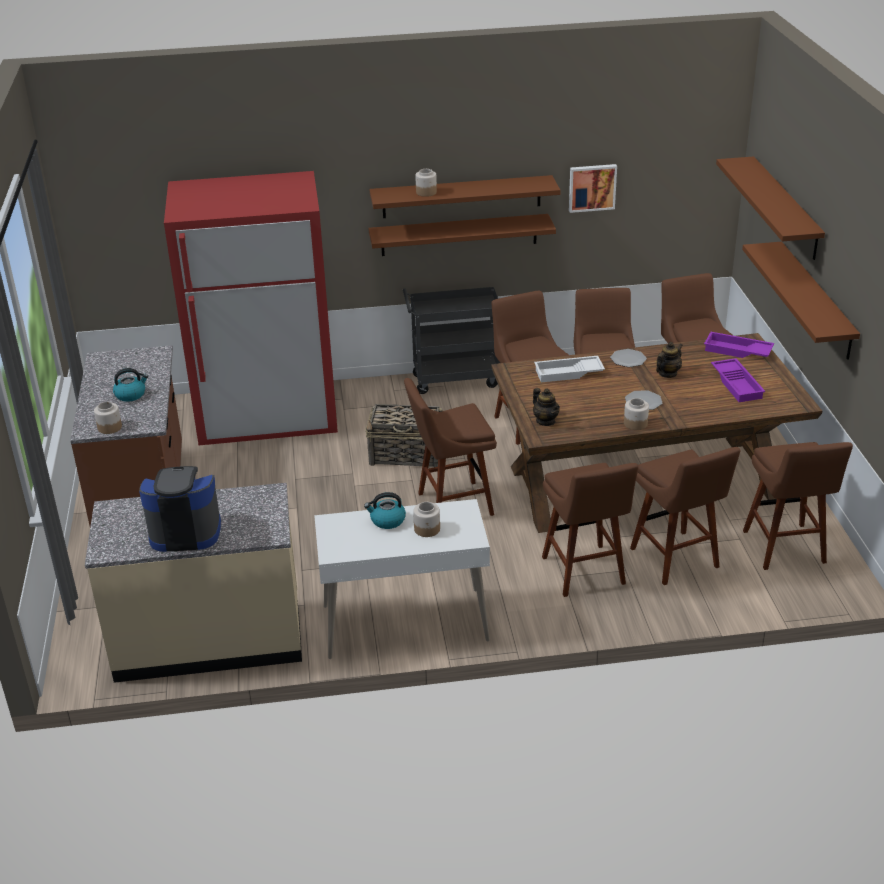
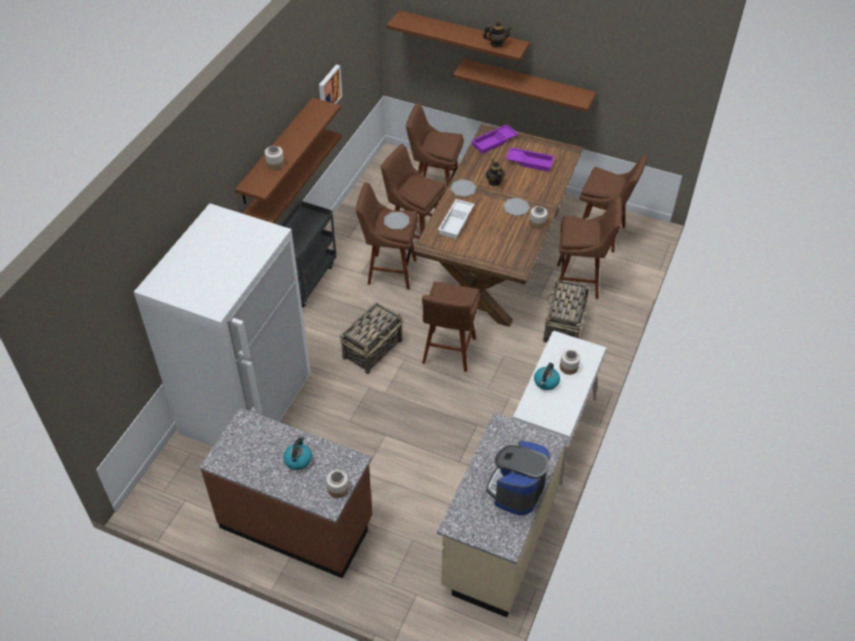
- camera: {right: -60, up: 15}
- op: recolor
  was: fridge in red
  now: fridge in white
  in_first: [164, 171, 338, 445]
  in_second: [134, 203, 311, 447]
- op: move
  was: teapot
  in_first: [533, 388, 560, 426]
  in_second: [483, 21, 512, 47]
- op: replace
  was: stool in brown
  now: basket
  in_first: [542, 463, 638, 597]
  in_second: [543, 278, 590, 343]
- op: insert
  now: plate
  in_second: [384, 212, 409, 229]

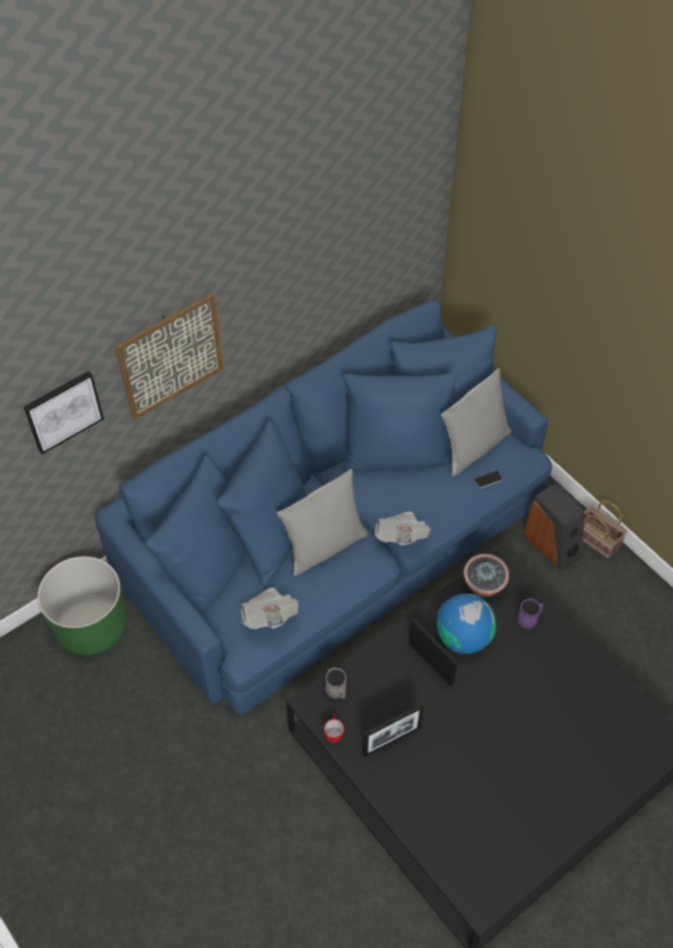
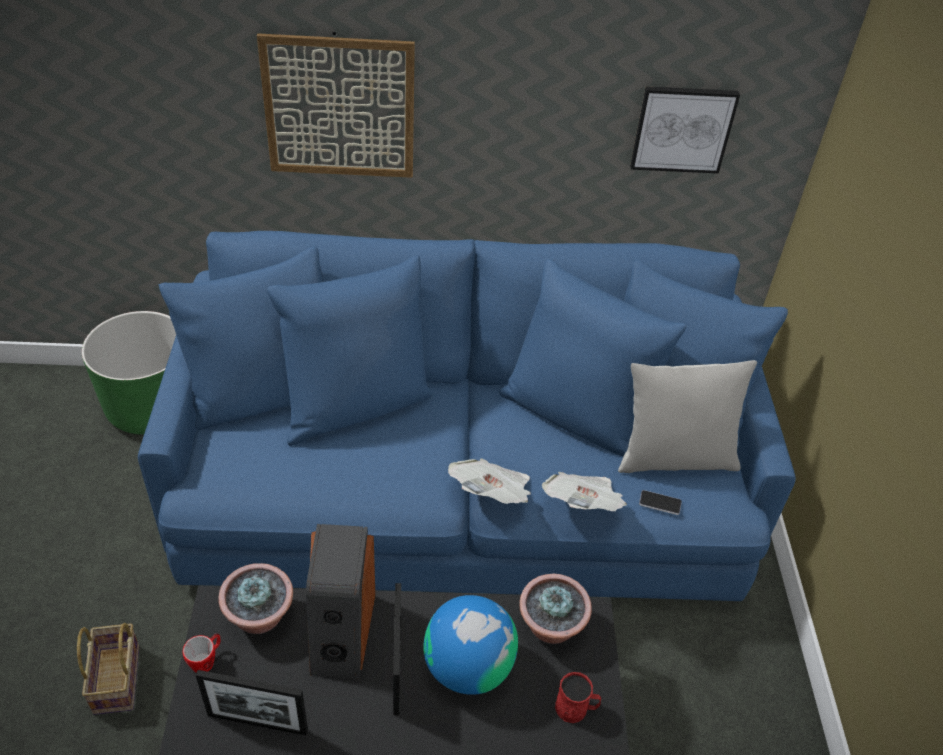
- camera: {right: 35, up: -10}
- op: move
  was: picture
  in_first: [24, 371, 104, 454]
  in_second: [630, 86, 740, 174]
- op: move
  was: newspaper
  in_first: [241, 588, 299, 629]
  in_second: [542, 472, 627, 511]
- op: delete
  was: pillow in grey
  in_first: [277, 469, 368, 576]
- op: replace
  was: mug in grey
  now: potted plant
  in_first: [326, 668, 346, 699]
  in_second: [218, 563, 293, 634]
- op: recolor
  was: mug in purple
  now: mug in red
  in_first: [518, 598, 544, 629]
  in_second: [555, 672, 601, 723]
- op: move
  was: speaker
  in_first: [523, 483, 585, 571]
  in_second: [306, 524, 375, 678]
- op: move
  was: basket
  in_first: [583, 501, 627, 559]
  in_second: [77, 623, 139, 715]

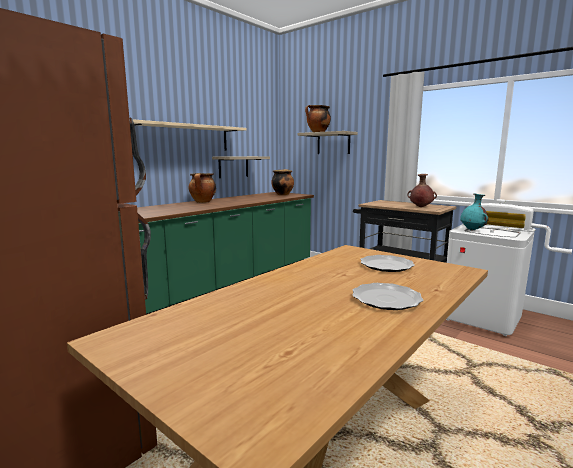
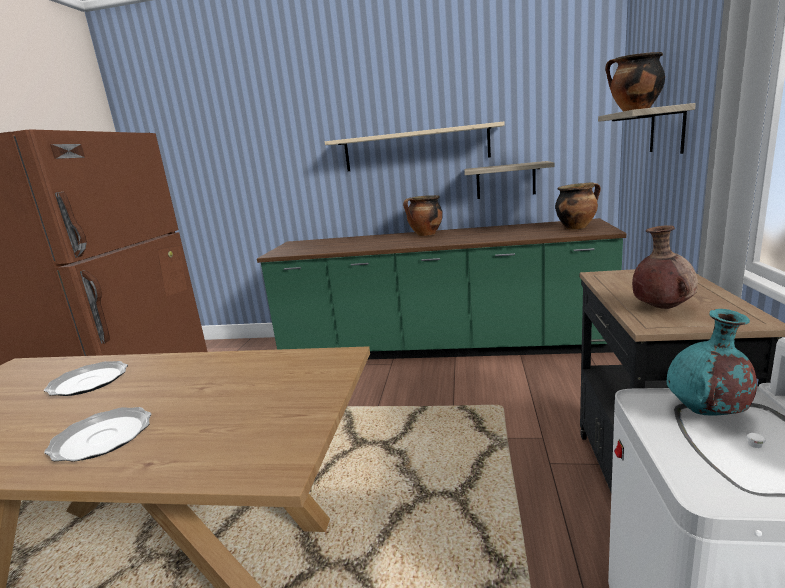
- camera: {right: 60, up: 5}
- op: move
  was: plate
  in_first: [360, 255, 415, 272]
  in_second: [44, 361, 128, 396]

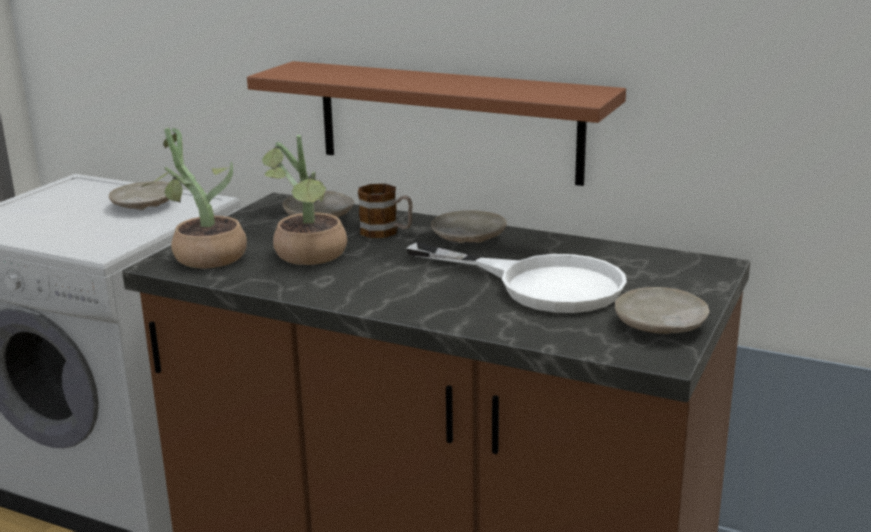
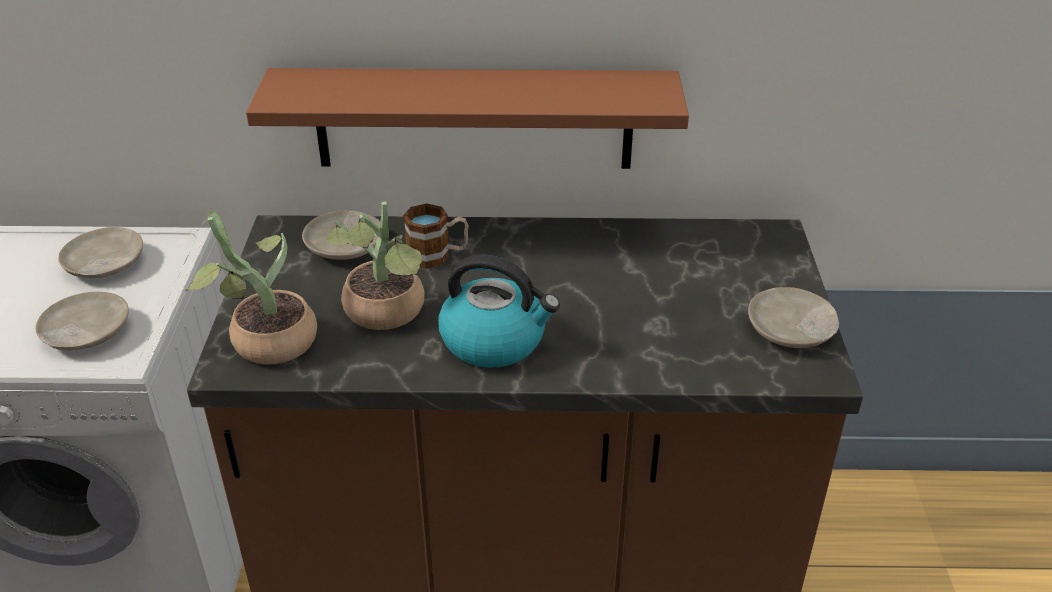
- camera: {right: -25, up: 15}
- op: delete
  was: frying pan in white
  in_first: [406, 243, 627, 313]
- op: move
  was: plate in beige
  in_first: [431, 210, 507, 243]
  in_second: [36, 292, 129, 350]
- op: insert
  now: kettle
  in_second: [438, 255, 560, 368]

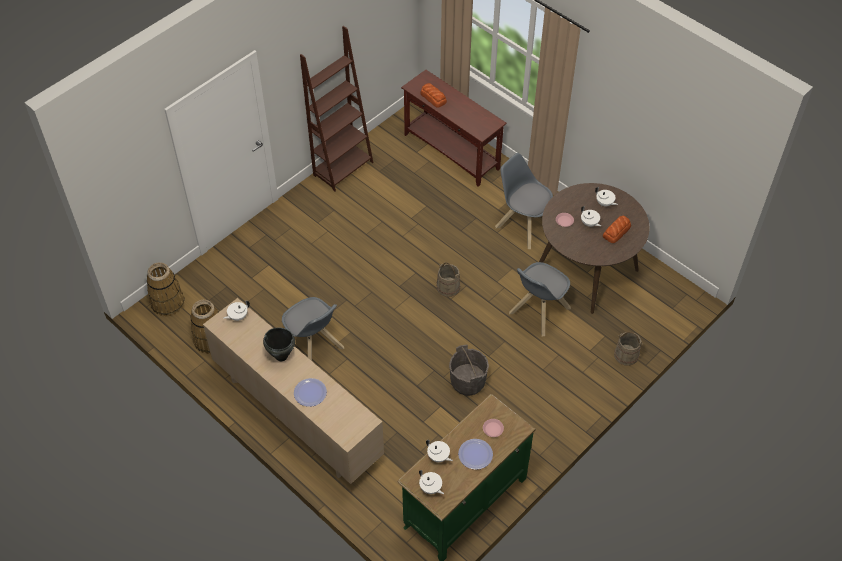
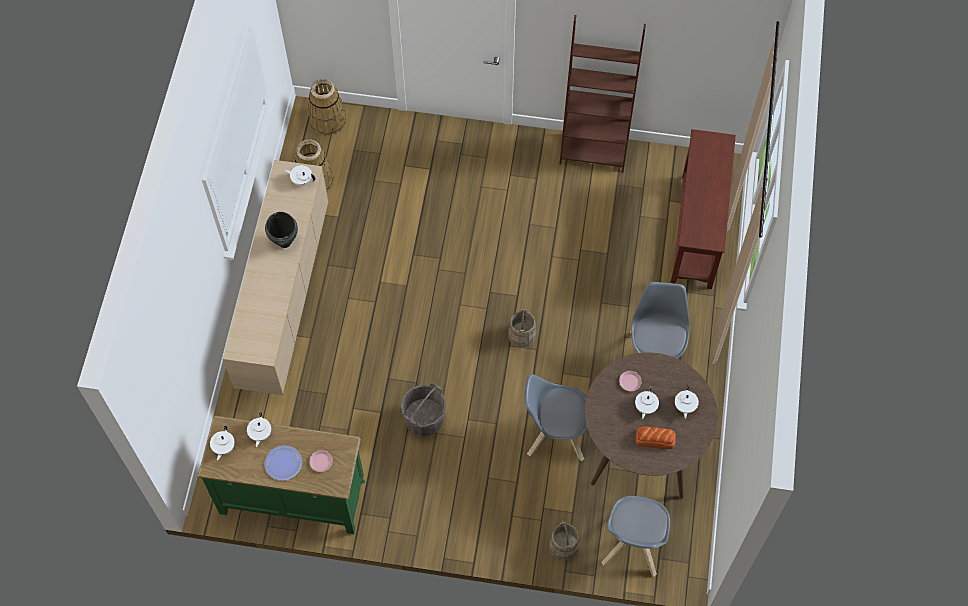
- camera: {right: 55, up: 10}
- op: move
  was: chair in grey
  in_first: [282, 297, 344, 361]
  in_second: [601, 496, 670, 577]
- op: delete
  was: plate
  in_first: [294, 378, 327, 407]
- op: delete
  was: bread
  in_first: [420, 83, 447, 108]

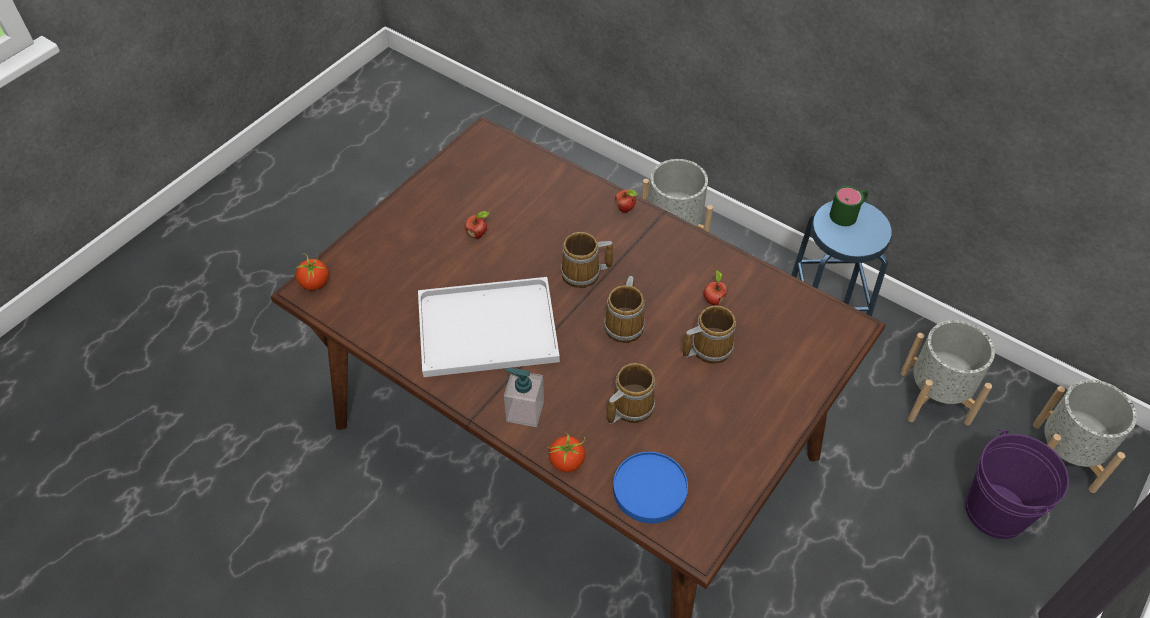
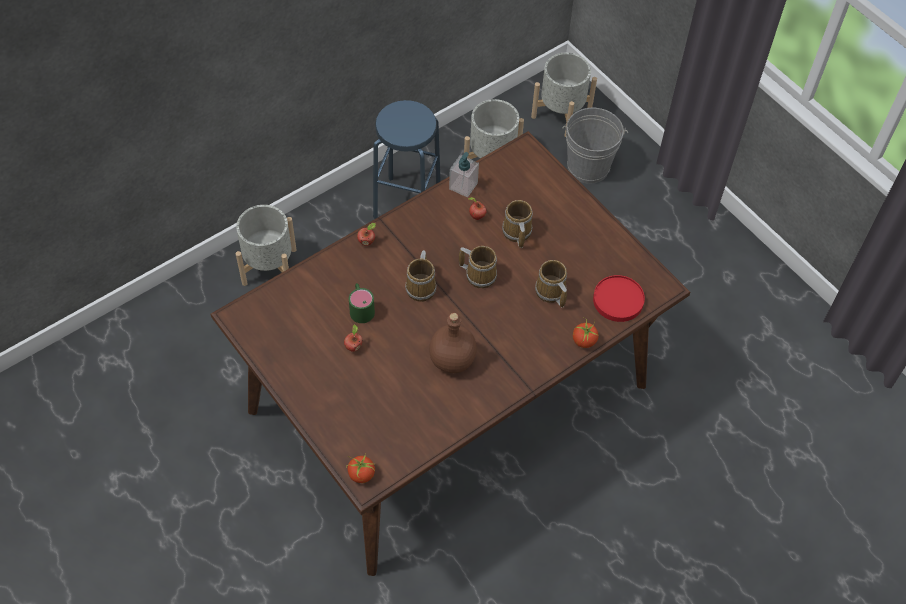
- camera: {right: -75, up: 5}
- op: replace
  was: tray in white
  now: bottle in brown
  in_first: [418, 277, 560, 377]
  in_second: [429, 313, 477, 373]
- op: move
  was: soap dispenser
  in_first: [504, 368, 544, 427]
  in_second: [449, 152, 479, 197]
- op: recolor
  was: plate in blue
  now: plate in red
  in_first: [613, 452, 688, 523]
  in_second: [593, 275, 645, 322]
- op: move
  was: mug in green
  in_first: [830, 186, 868, 226]
  in_second: [349, 283, 375, 323]
- op: recolor
  was: bucket in purple
  now: bucket in grey
  in_first: [966, 429, 1069, 539]
  in_second: [562, 108, 628, 184]

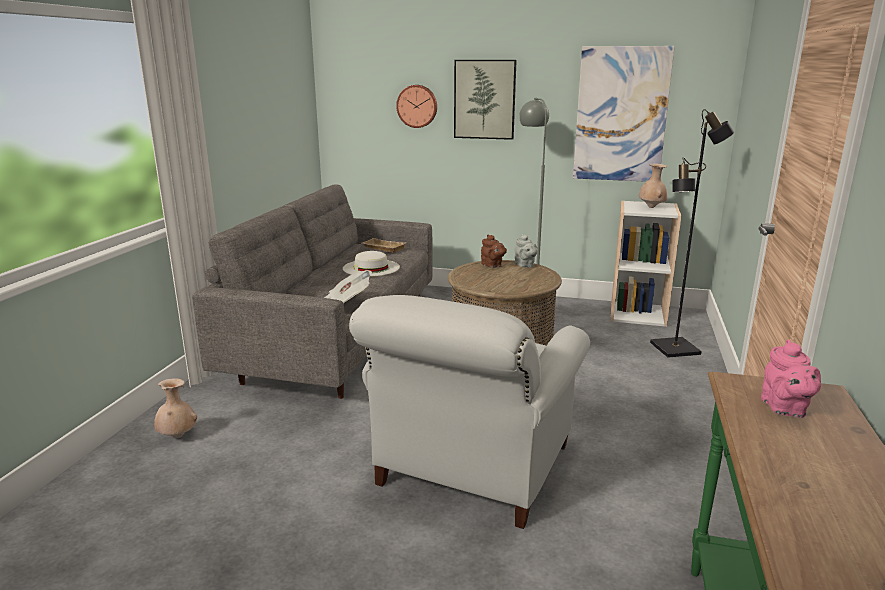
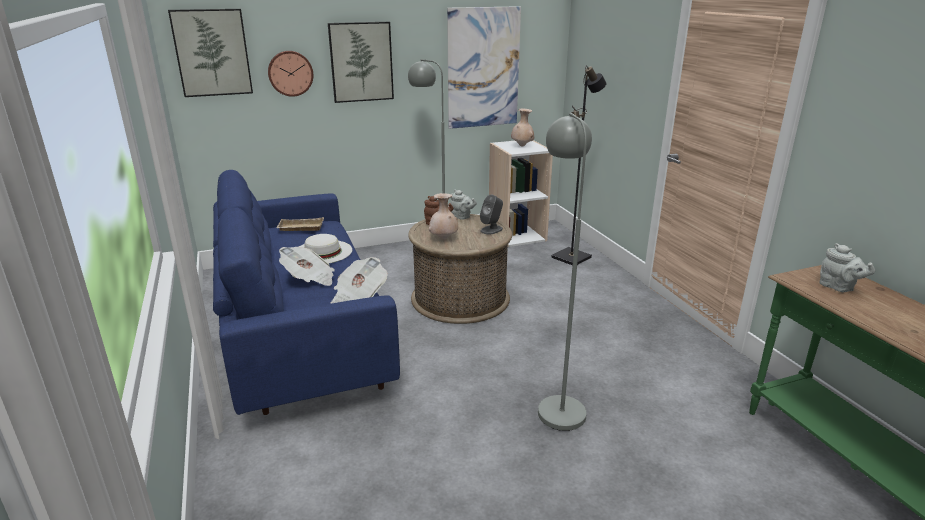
- camera: {right: -35, up: 5}
- op: move
  was: vase in beige
  in_first: [154, 378, 197, 438]
  in_second: [429, 193, 458, 240]
- op: recolor
  was: sofa in grey
  now: sofa in blue
  in_first: [192, 184, 433, 399]
  in_second: [213, 170, 400, 415]
- op: replace
  was: armchair in white
  now: floor lamp in grey
  in_first: [349, 295, 590, 529]
  in_second: [538, 113, 592, 431]
- op: recolor
  was: teapot in pink
  now: teapot in grey
  in_first: [761, 340, 821, 418]
  in_second: [819, 243, 875, 292]
- op: insert
  now: picture
  in_second: [168, 9, 253, 97]
- op: insert
  now: newspaper
  in_second: [279, 247, 334, 286]
- op: insert
  now: speaker in grey
  in_second: [480, 194, 503, 235]

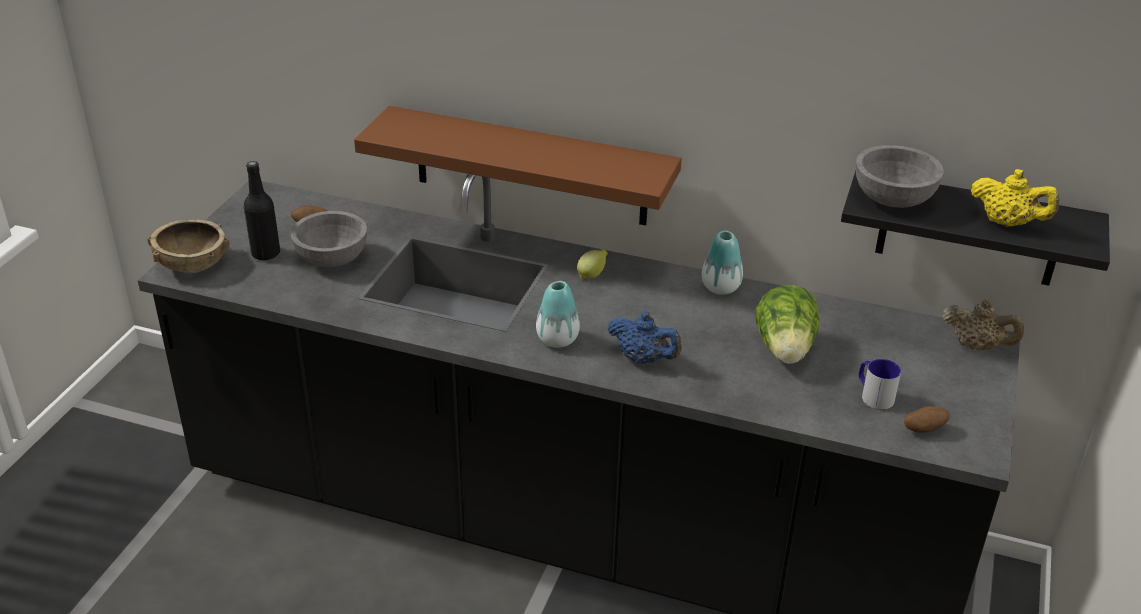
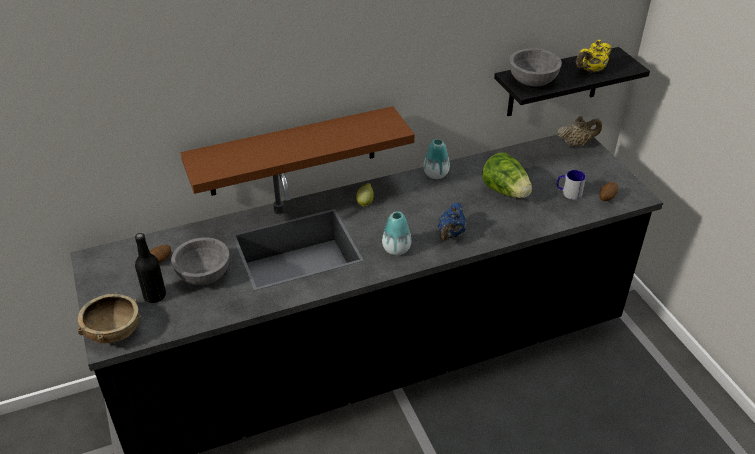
- camera: {right: -40, up: 5}
- op: rotate
  was: teapot in blue
  in_first: [608, 311, 682, 364]
  in_second: [437, 203, 467, 240]
  clockwise: 120
- op: rotate
  was: teapot in yellow
  in_first: [971, 169, 1059, 227]
  in_second: [576, 40, 612, 73]
  clockwise: 150

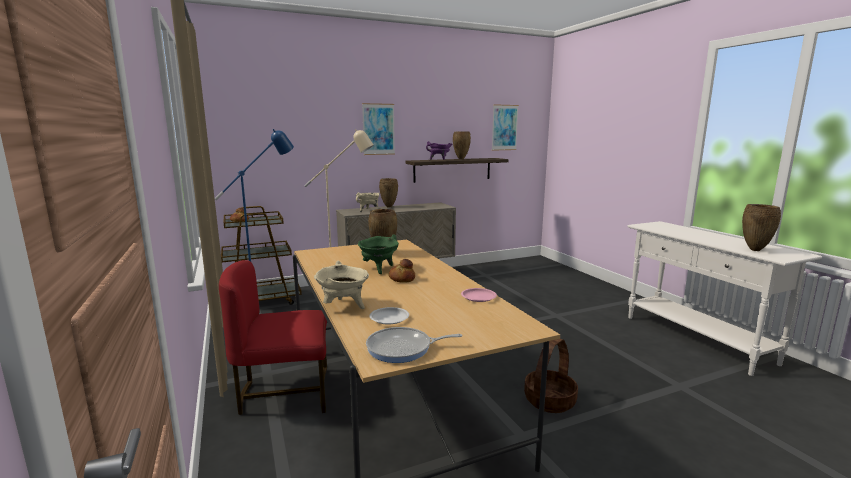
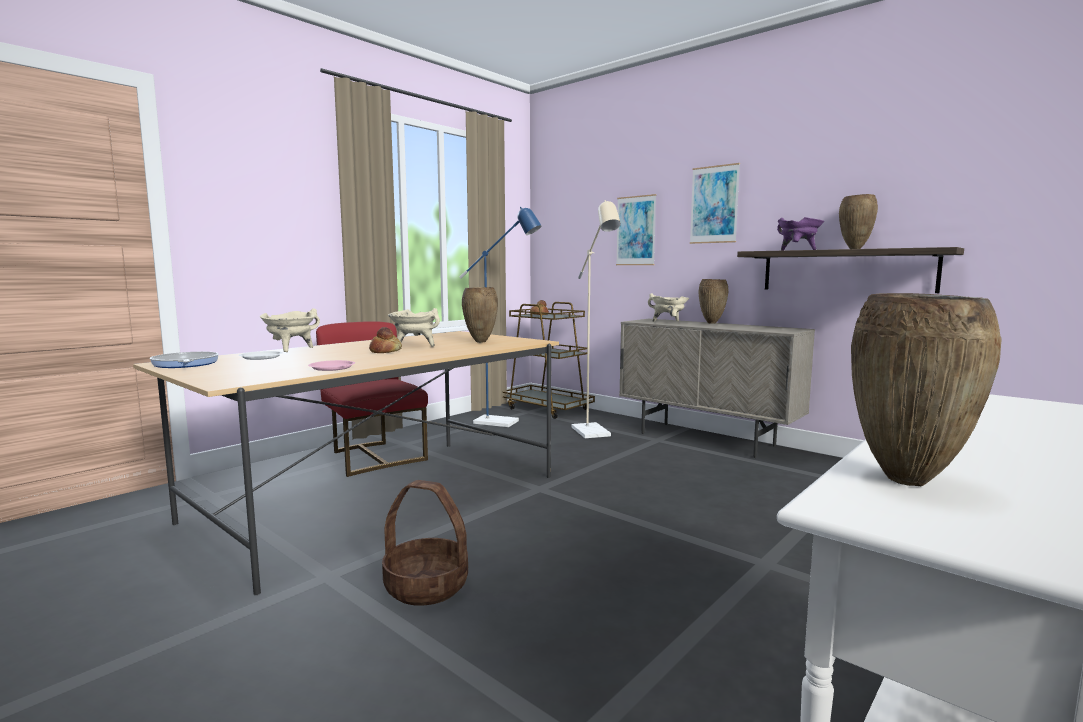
- camera: {right: 65, up: -5}
- op: recolor
  was: cooking pot in green
  now: cooking pot in beige
  in_first: [358, 235, 399, 274]
  in_second: [388, 308, 440, 347]
- op: move
  was: picture
  in_first: [492, 104, 519, 151]
  in_second: [616, 194, 657, 265]

